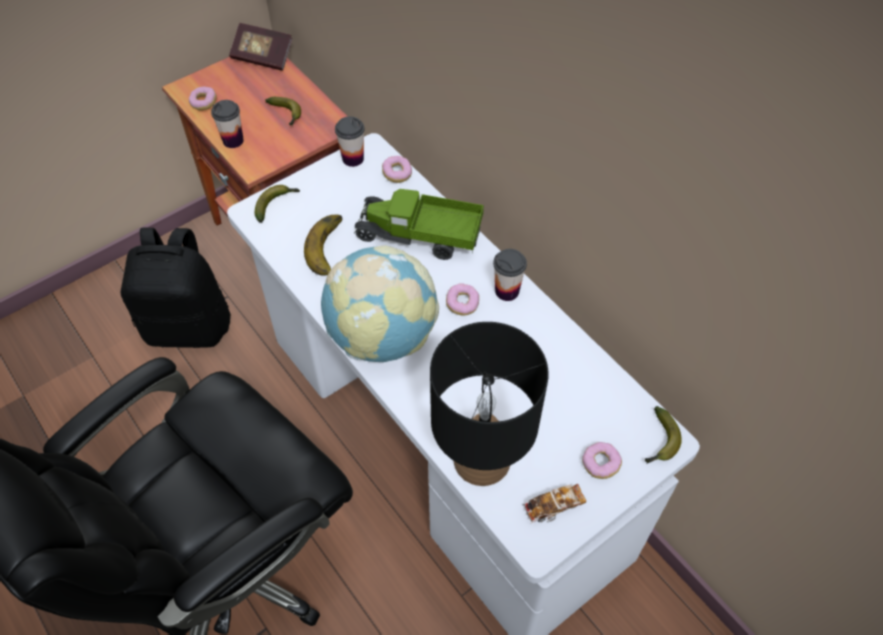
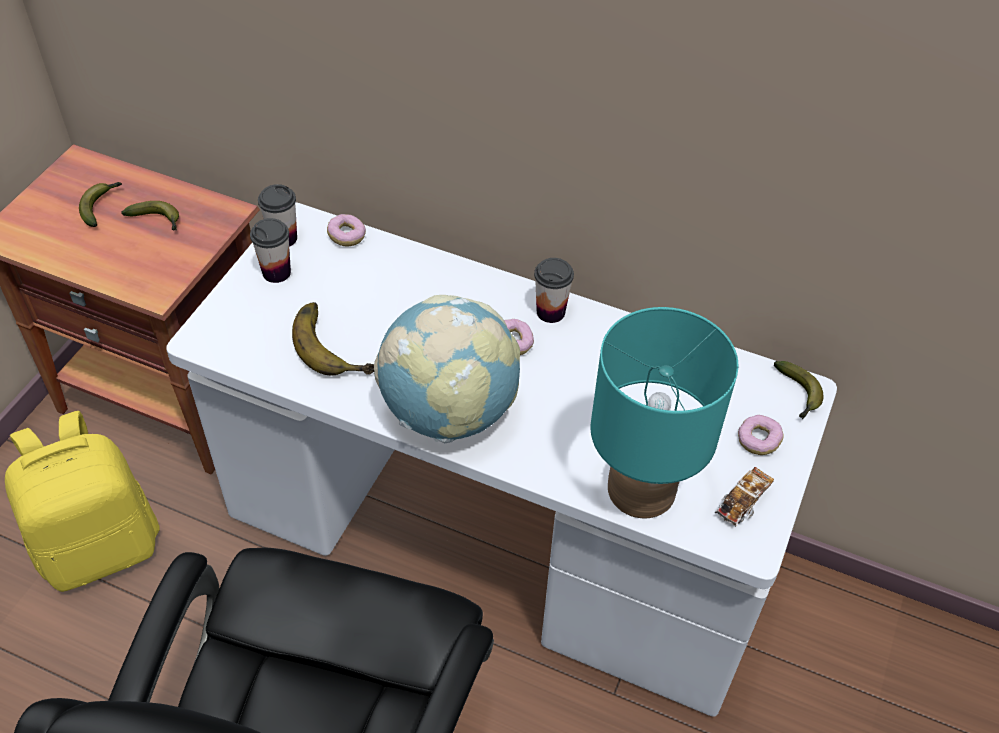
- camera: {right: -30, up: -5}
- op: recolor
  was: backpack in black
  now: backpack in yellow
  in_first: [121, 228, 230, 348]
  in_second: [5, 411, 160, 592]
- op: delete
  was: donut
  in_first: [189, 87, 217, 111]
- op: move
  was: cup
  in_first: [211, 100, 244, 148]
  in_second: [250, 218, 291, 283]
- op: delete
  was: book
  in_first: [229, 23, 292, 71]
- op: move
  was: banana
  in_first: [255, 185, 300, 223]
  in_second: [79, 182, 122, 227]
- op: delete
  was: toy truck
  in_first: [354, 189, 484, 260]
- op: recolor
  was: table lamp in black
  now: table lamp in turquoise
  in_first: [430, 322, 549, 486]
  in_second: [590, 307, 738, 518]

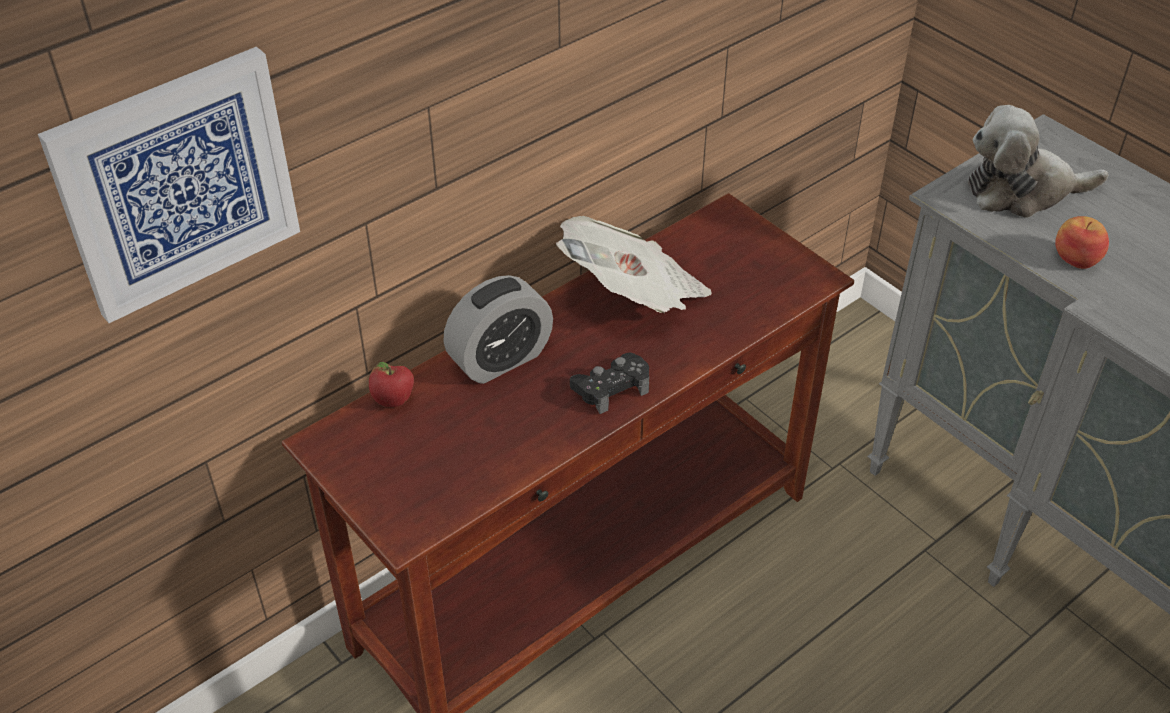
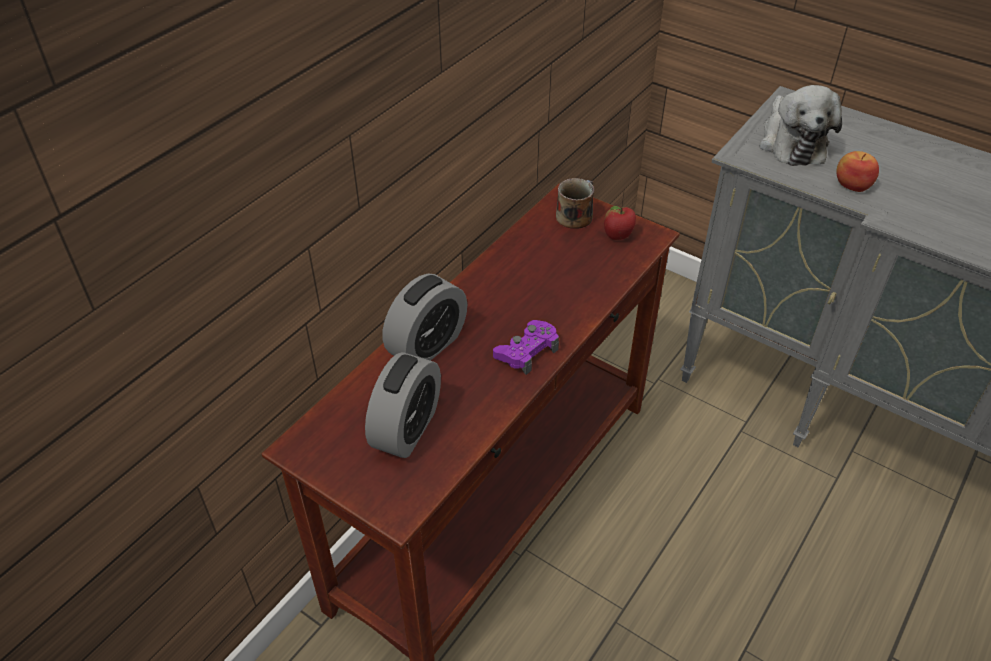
- camera: {right: -15, up: 0}
- op: delete
  was: picture
  in_first: [38, 47, 300, 323]
- op: move
  was: apple
  in_first: [369, 362, 414, 407]
  in_second: [604, 206, 636, 240]
- op: delete
  was: newspaper
  in_first: [556, 216, 712, 313]
- op: recolor
  was: game controller in black
  now: game controller in purple
  in_first: [570, 353, 649, 414]
  in_second: [493, 320, 559, 375]
- op: rotate
  was: plush toy
  in_first: [968, 105, 1108, 218]
  in_second: [759, 85, 842, 166]
  clockwise: -75
- op: insert
  now: alarm clock
  in_second: [365, 352, 441, 458]
- op: insert
  now: mug
  in_second: [556, 178, 594, 229]

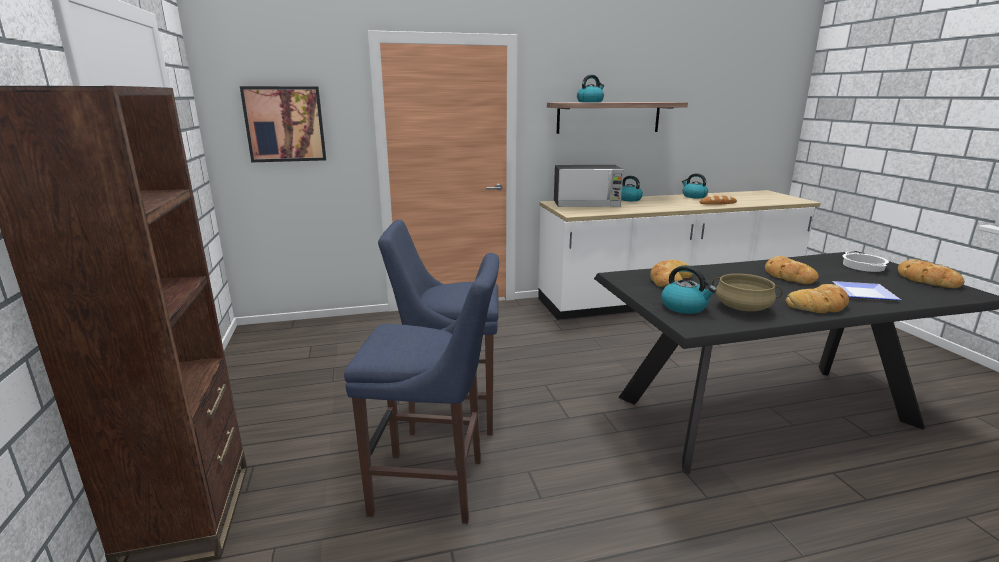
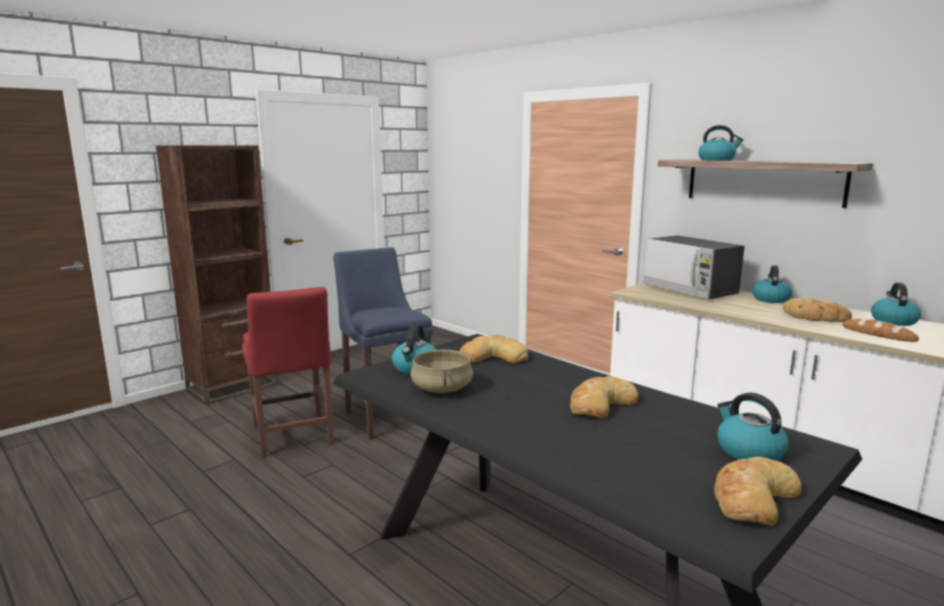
- camera: {right: 60, up: -5}
- op: delete
  was: picture
  in_first: [240, 86, 326, 162]
- op: replace
  was: stool in blue
  now: chair in red
  in_first: [344, 253, 499, 524]
  in_second: [242, 287, 334, 458]
- op: move
  was: bread
  in_first: [786, 284, 849, 313]
  in_second: [783, 298, 852, 322]
- op: delete
  was: plate
  in_first: [832, 281, 901, 300]
- op: replace
  was: cooking pot
  now: kettle
  in_first: [843, 252, 889, 272]
  in_second: [717, 392, 789, 461]

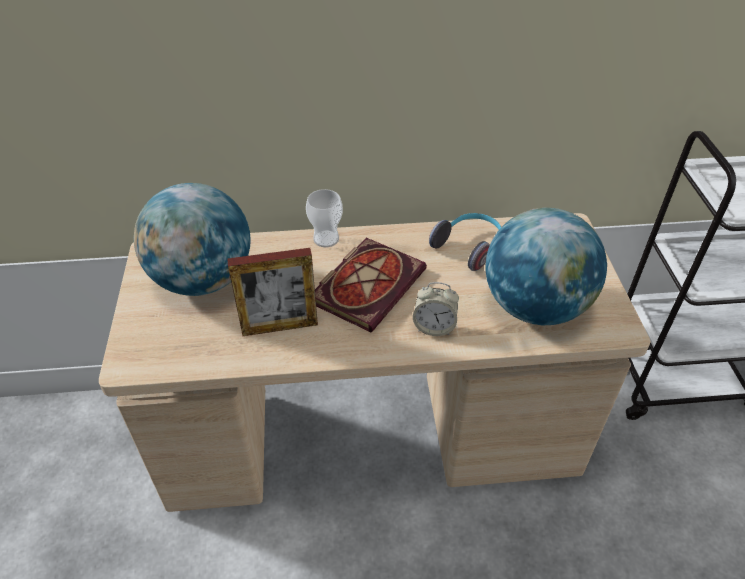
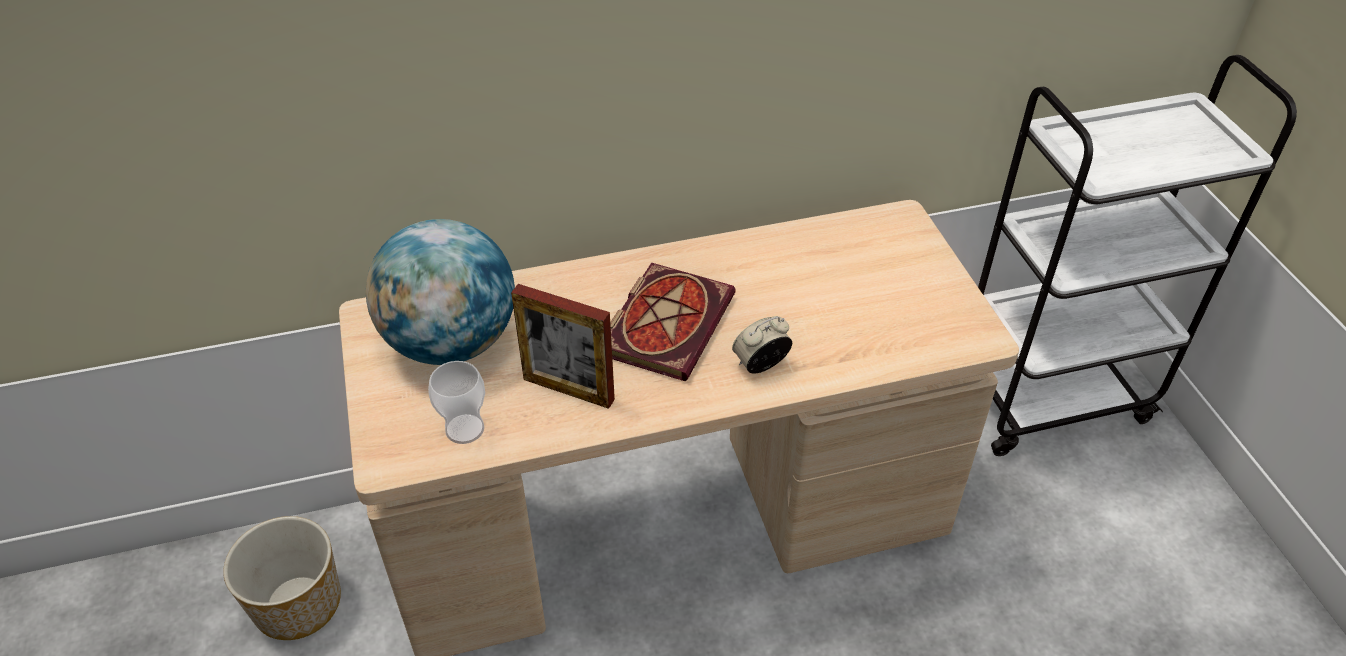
- camera: {right: -10, up: 0}
- op: rotate
  was: picture frame
  in_first: [228, 248, 318, 336]
  in_second: [511, 284, 615, 409]
  clockwise: 45
- op: move
  was: cup
  in_first: [306, 189, 343, 247]
  in_second: [428, 361, 485, 444]
- op: rotate
  was: alarm clock
  in_first: [413, 282, 459, 336]
  in_second: [732, 316, 792, 374]
  clockwise: 150
- op: delete
  was: headphones
  in_first: [429, 213, 501, 271]
- op: delete
  was: globe
  in_first: [486, 208, 607, 326]
- op: insert
  now: planter
  in_second: [223, 516, 341, 640]

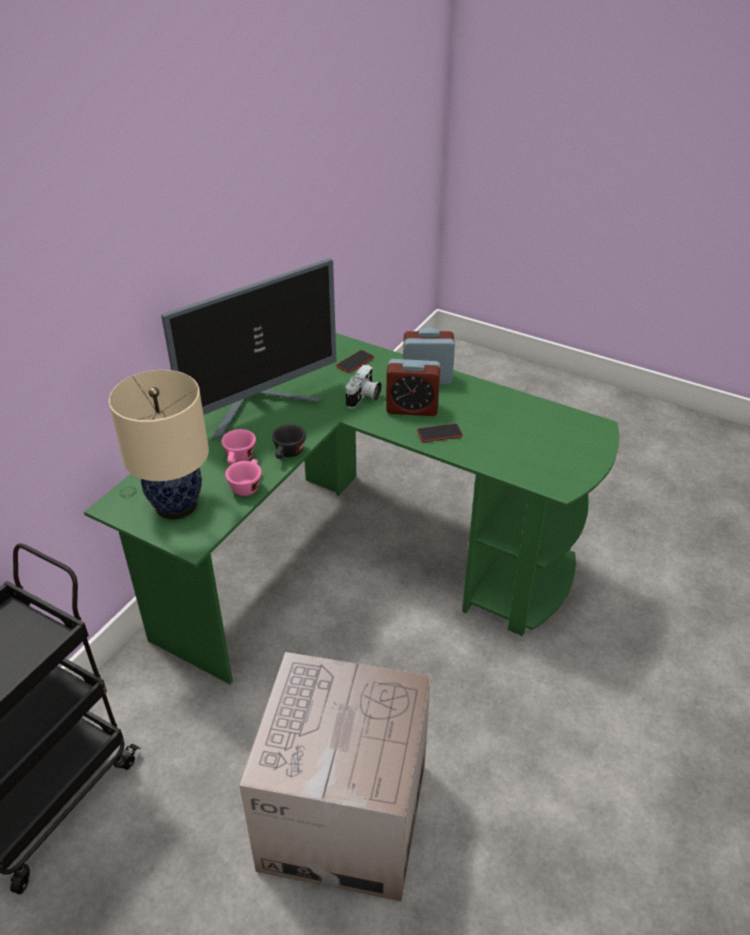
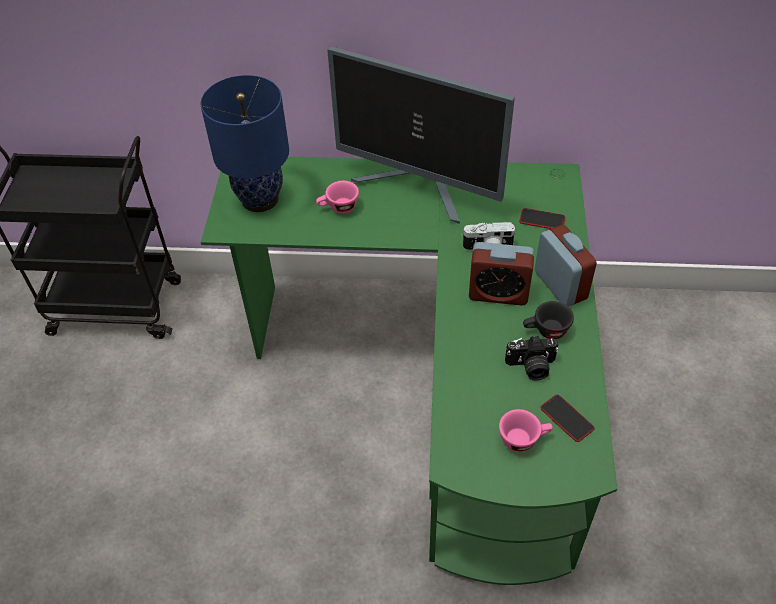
- camera: {right: 65, up: 10}
- op: recolor
  was: table lamp in beige
  now: table lamp in blue
  in_first: [109, 370, 209, 519]
  in_second: [201, 75, 289, 212]
- op: move
  was: cup in pink
  in_first: [225, 459, 262, 496]
  in_second: [499, 409, 553, 452]
- op: delete
  was: cardboard box
  in_first: [239, 652, 431, 902]
- op: move
  was: cup in black
  in_first: [272, 424, 306, 459]
  in_second: [523, 301, 574, 339]
- op: rotate
  was: alarm clock
  in_first: [386, 359, 440, 416]
  in_second: [469, 242, 534, 306]
  clockwise: -60
- op: move
  was: phone
  in_first: [417, 424, 463, 442]
  in_second: [540, 395, 595, 442]
- op: insert
  now: photo camera
  in_second: [505, 336, 559, 380]

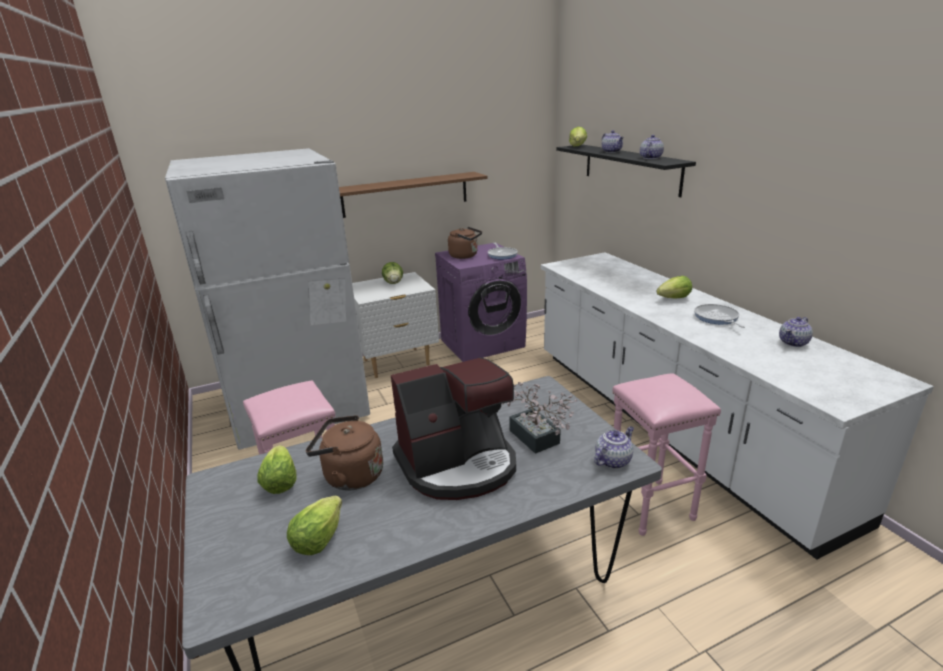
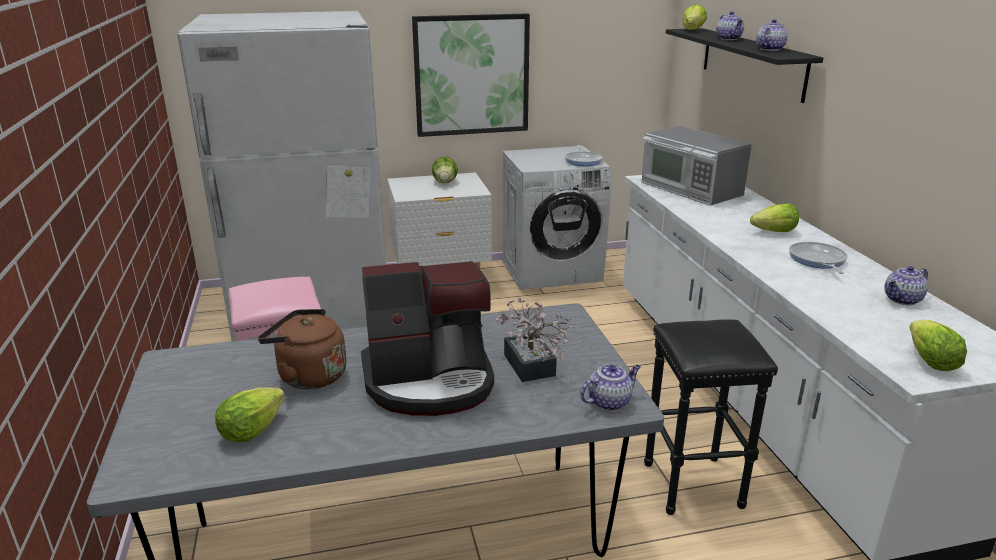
- camera: {right: 10, up: 0}
- op: move
  was: lettuce
  in_first: [257, 445, 297, 494]
  in_second: [909, 320, 967, 371]
- op: replace
  was: shelf in brown
  now: picture
  in_first: [339, 172, 488, 218]
  in_second: [412, 13, 530, 137]
- op: recolor
  was: washing machine in purple
  now: washing machine in white
  in_first: [435, 243, 527, 362]
  in_second: [503, 146, 611, 290]
- op: delete
  was: kettle in brown
  in_first: [448, 227, 482, 259]
- op: recolor
  was: stool in pink
  now: stool in black
  in_first: [612, 373, 721, 536]
  in_second: [644, 319, 778, 515]
- op: insert
  now: microwave
  in_second: [641, 126, 752, 206]

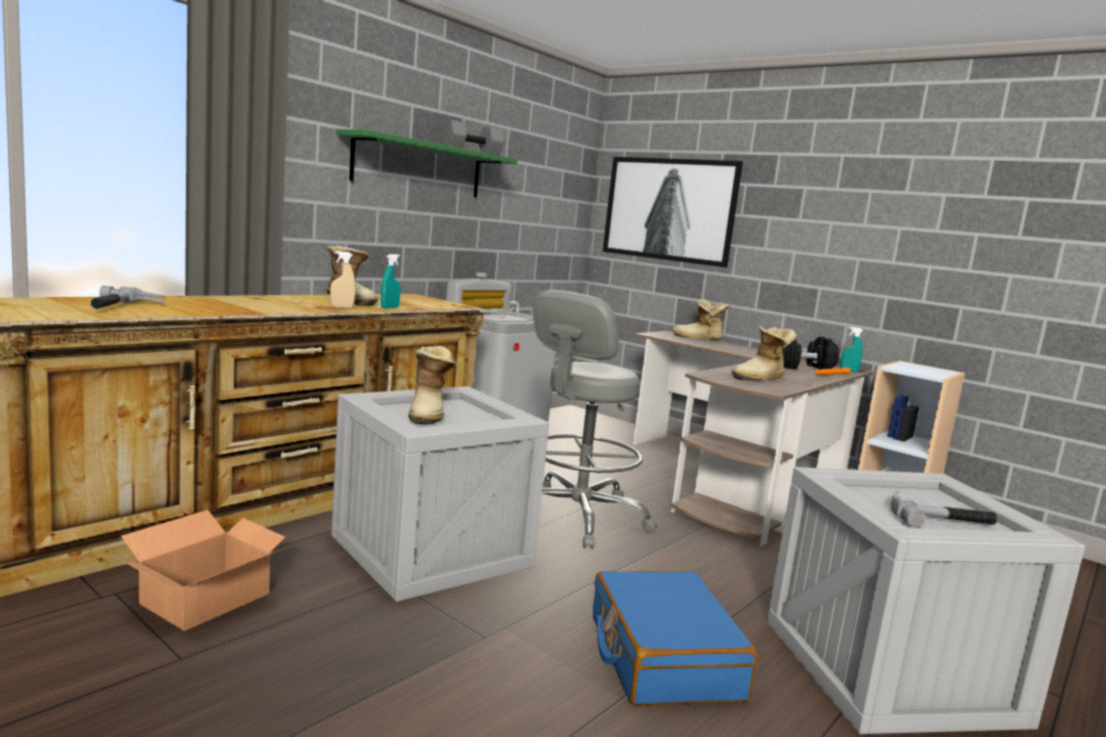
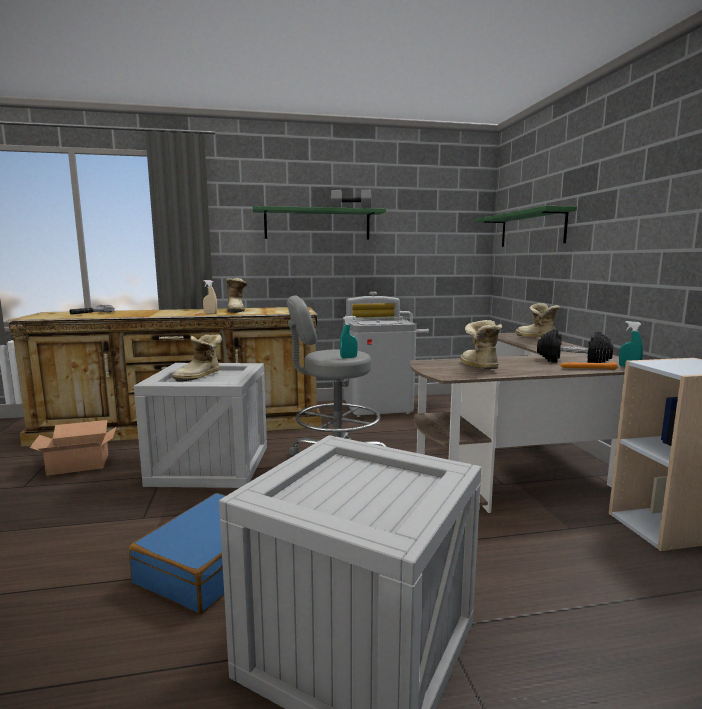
- camera: {right: 40, up: 0}
- op: move
  was: spray bottle in turquoise
  in_first: [381, 254, 401, 308]
  in_second: [340, 316, 358, 358]
- op: replace
  was: picture
  now: shelf in green
  in_first: [603, 157, 743, 267]
  in_second: [475, 206, 577, 247]
- op: rotate
  was: boot
  in_first: [732, 326, 796, 381]
  in_second: [460, 320, 502, 369]
  clockwise: 75
- op: delete
  was: hammer
  in_first: [891, 490, 997, 527]

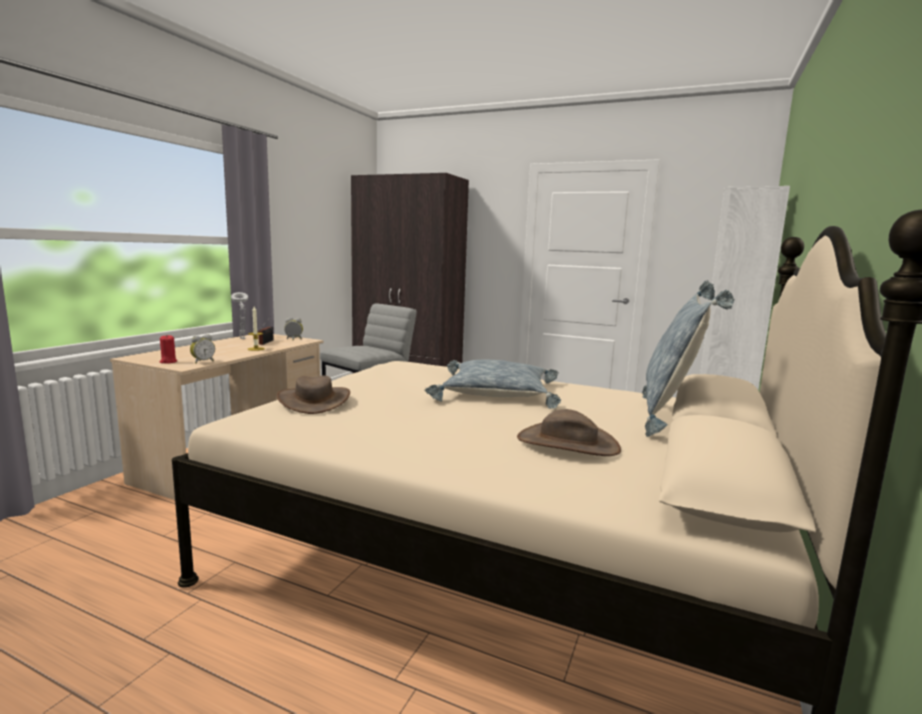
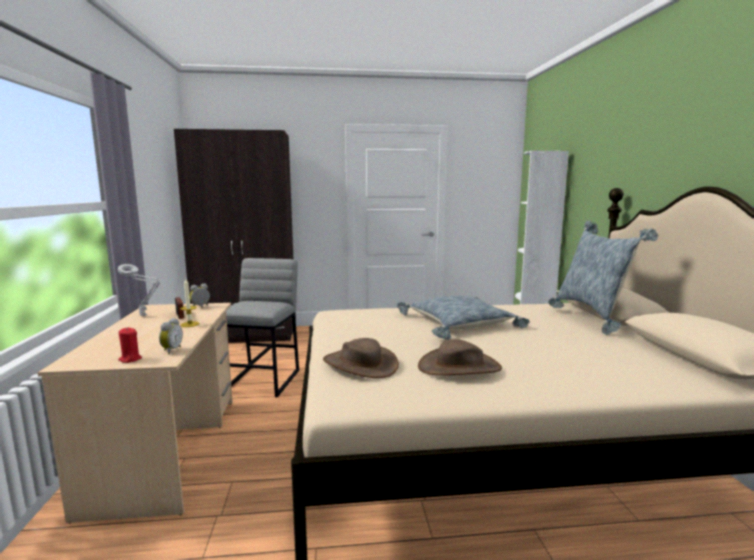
- camera: {right: -30, up: 0}
- op: move
  was: hat in brown
  in_first: [517, 409, 621, 456]
  in_second: [418, 339, 502, 375]

